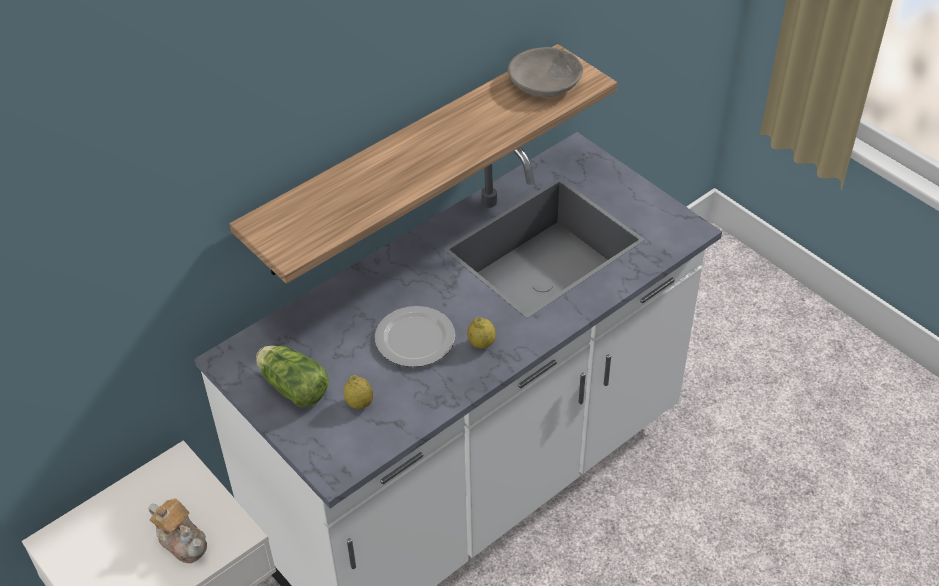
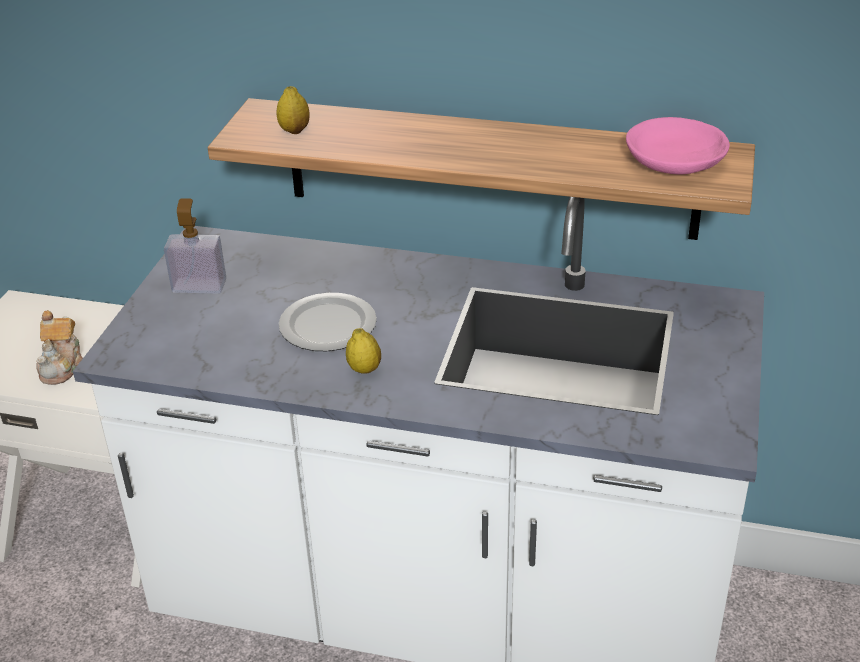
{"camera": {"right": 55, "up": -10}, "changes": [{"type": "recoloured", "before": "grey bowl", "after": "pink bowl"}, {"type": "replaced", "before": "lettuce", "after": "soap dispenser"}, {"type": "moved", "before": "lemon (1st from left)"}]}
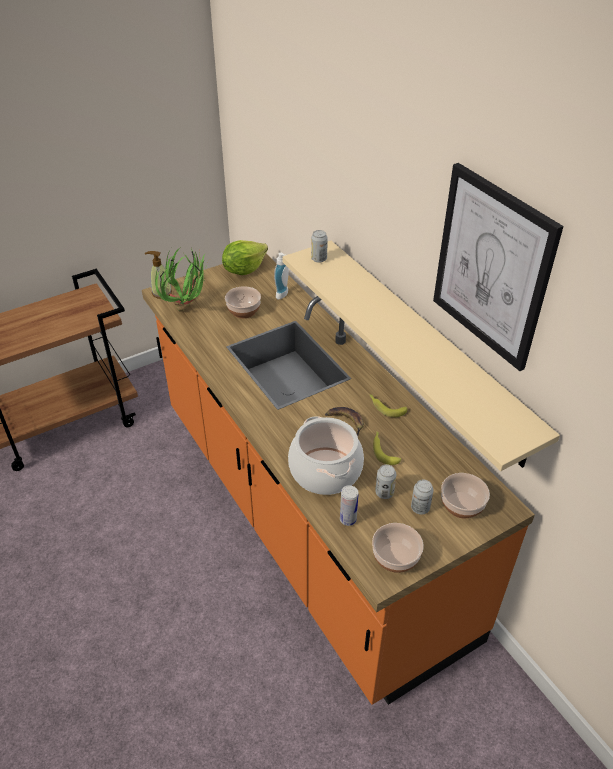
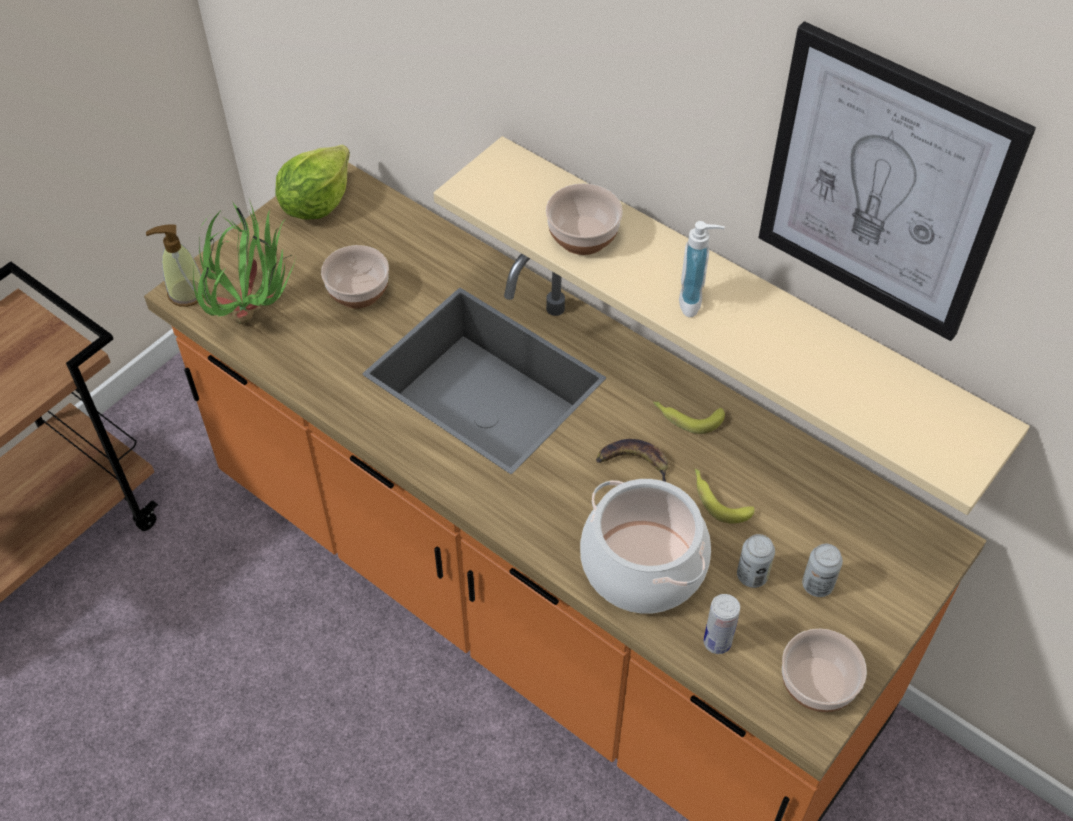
{"camera": {"right": -20, "up": 10}, "changes": [{"type": "removed", "before": "can (1st from left)"}, {"type": "moved", "before": "soap dispenser (2nd from left)"}, {"type": "moved", "before": "bowl (3rd from left in the first image)", "after": "bowl (2nd from left)"}]}
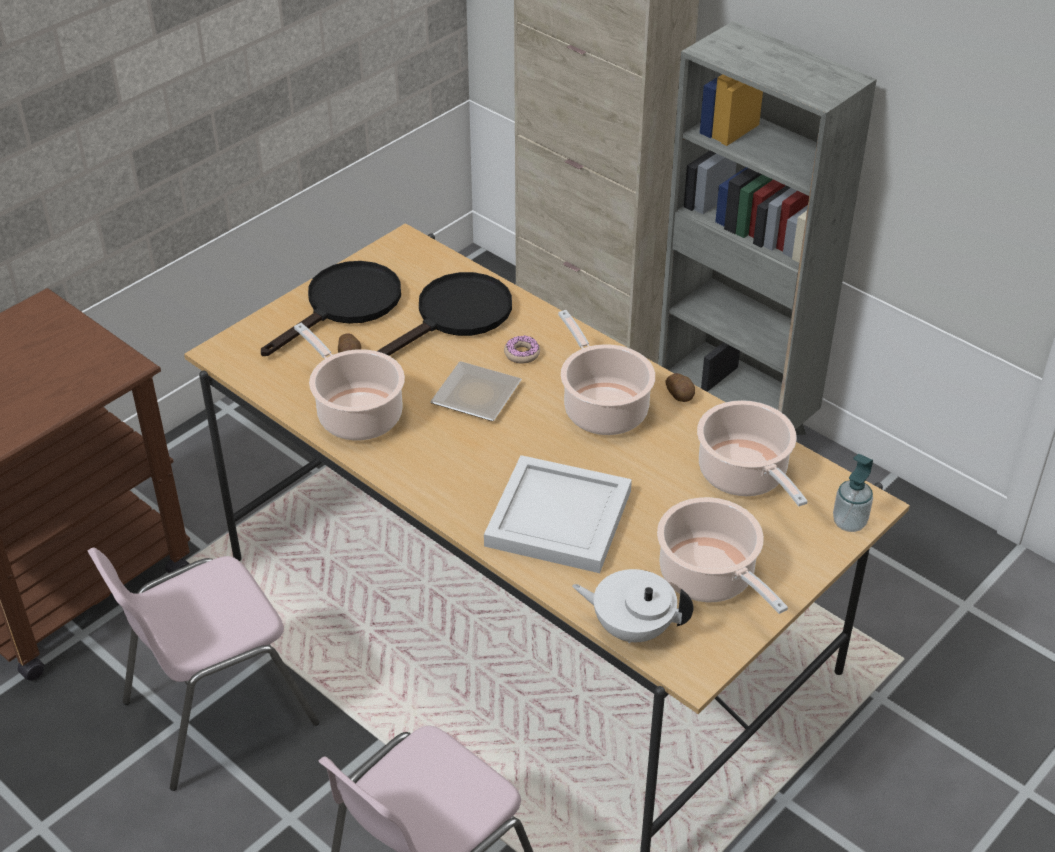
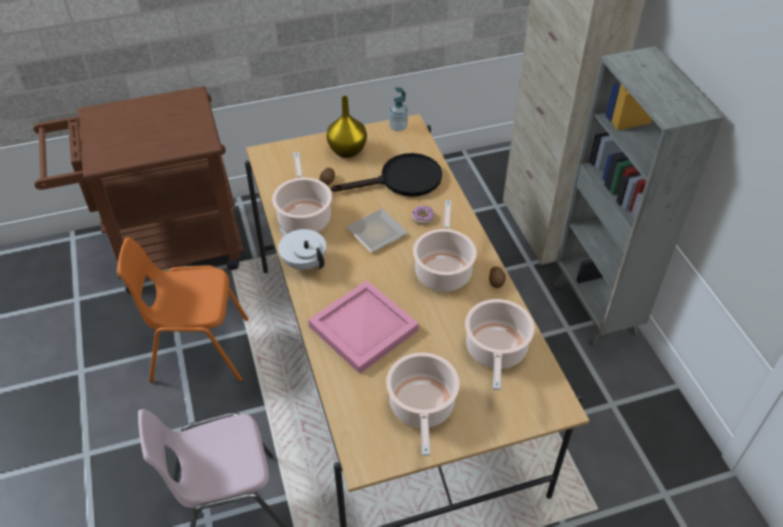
{"camera": {"right": 30, "up": 5}, "changes": [{"type": "replaced", "before": "black frying pan (1st from left)", "after": "yellow vase"}, {"type": "moved", "before": "soap dispenser"}, {"type": "recoloured", "before": "white tray", "after": "pink tray"}, {"type": "recoloured", "before": "pink chair (1st from left)", "after": "orange chair"}, {"type": "moved", "before": "white teapot"}]}
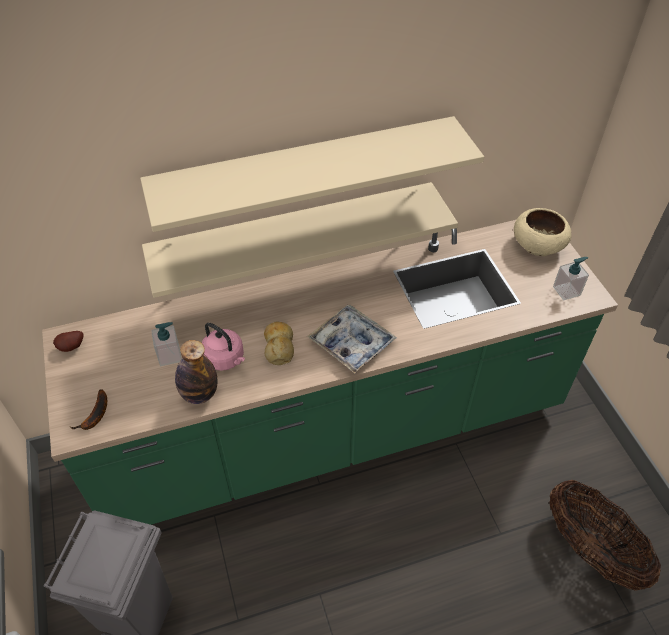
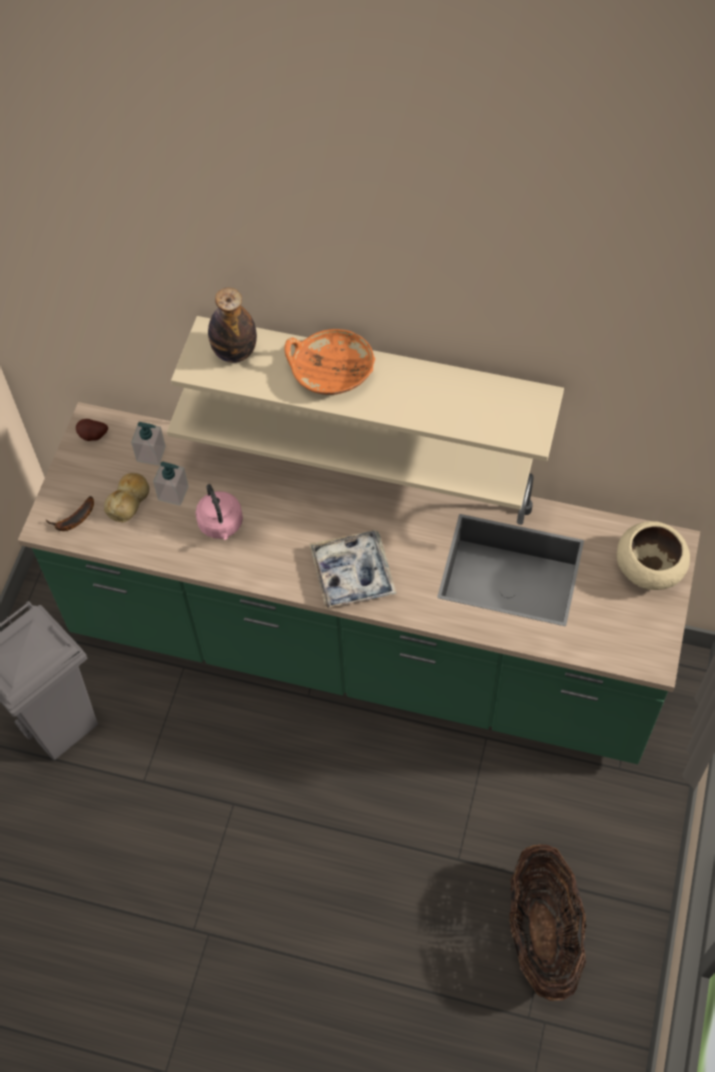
{"camera": {"right": 35, "up": 10}, "changes": [{"type": "moved", "before": "soap dispenser (2nd from left in the first image)", "after": "soap dispenser (1st from left)"}, {"type": "moved", "before": "bread"}, {"type": "moved", "before": "bottle"}, {"type": "added", "after": "orange bowl"}]}
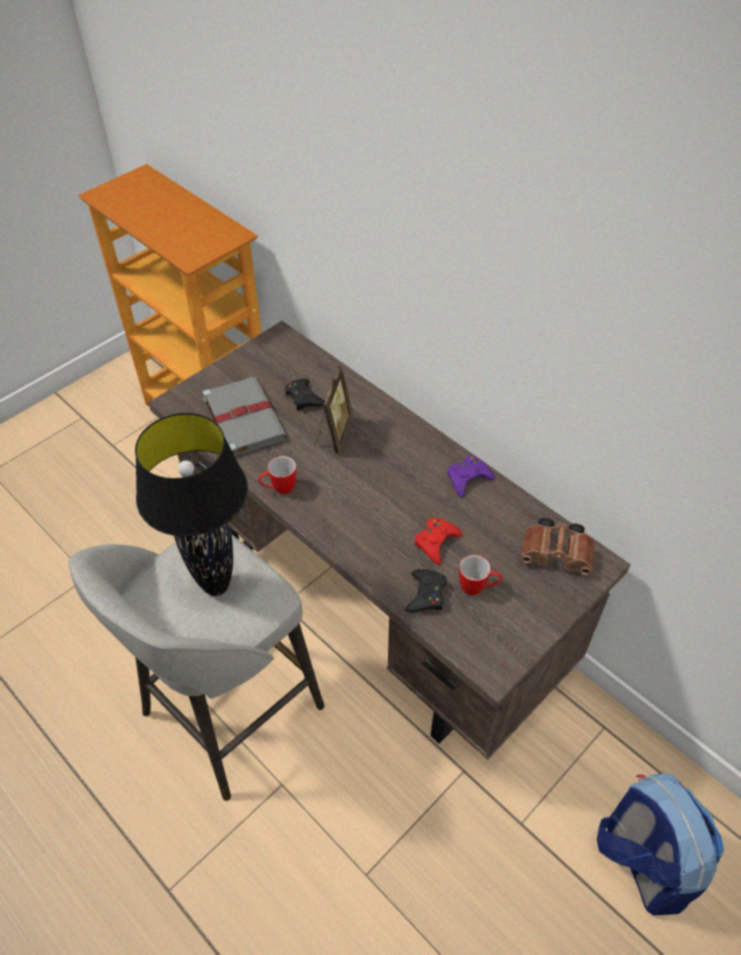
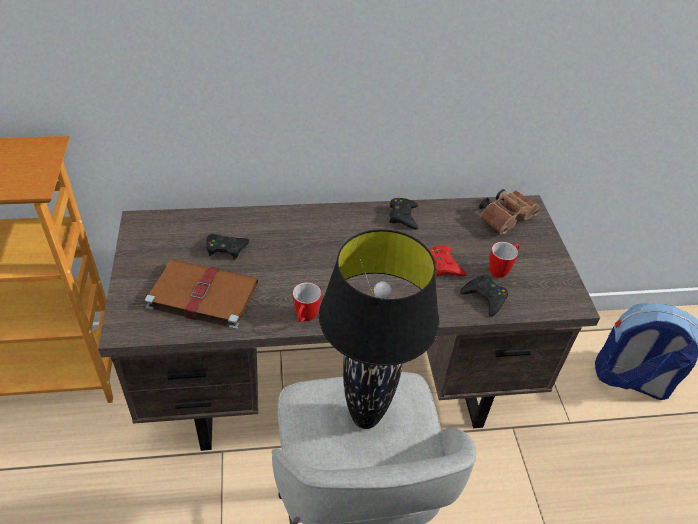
{"camera": {"right": -55, "up": -5}, "changes": [{"type": "removed", "before": "picture frame"}, {"type": "recoloured", "before": "grey book", "after": "brown book"}, {"type": "recoloured", "before": "purple game controller", "after": "black game controller (2nd from left)"}]}
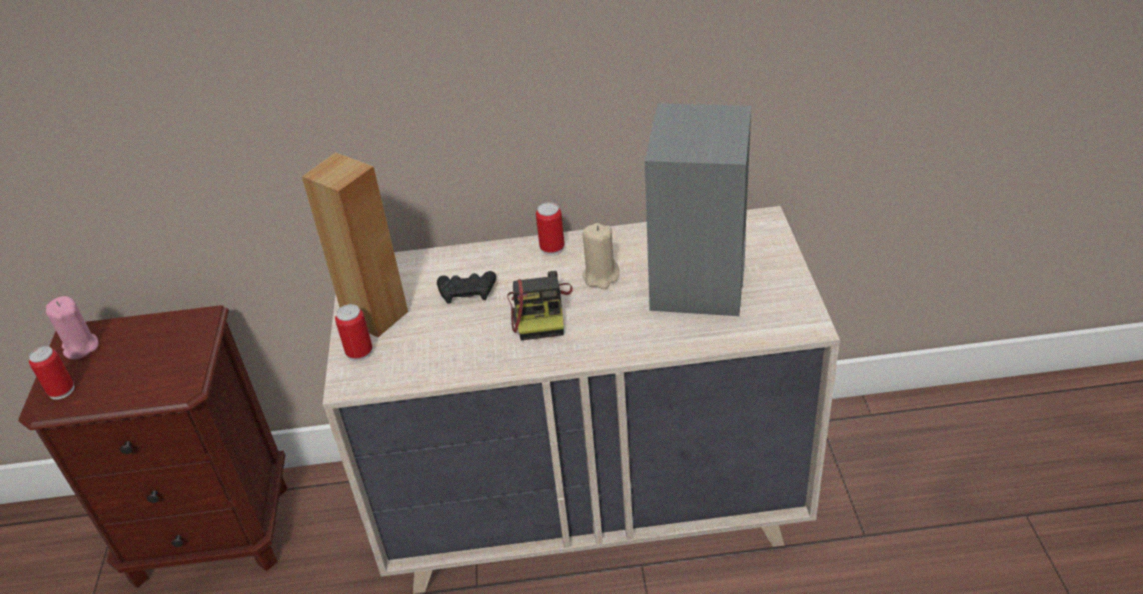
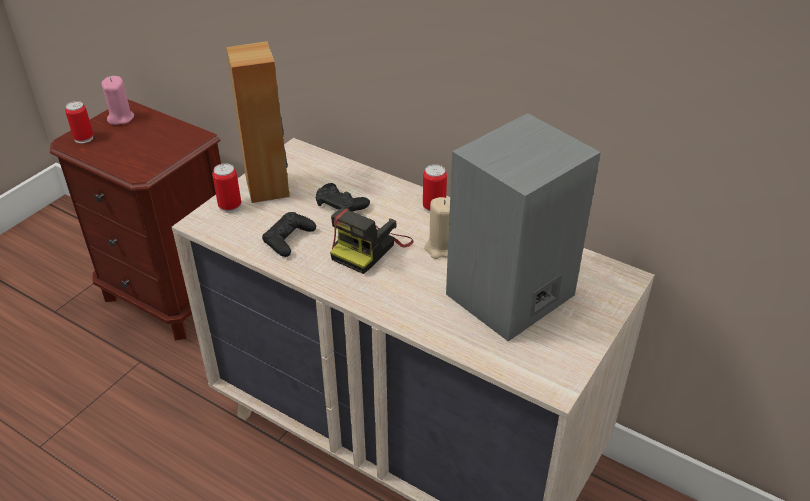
{"camera": {"right": 35, "up": 0}, "changes": [{"type": "added", "after": "black game controller (1st from left)"}]}
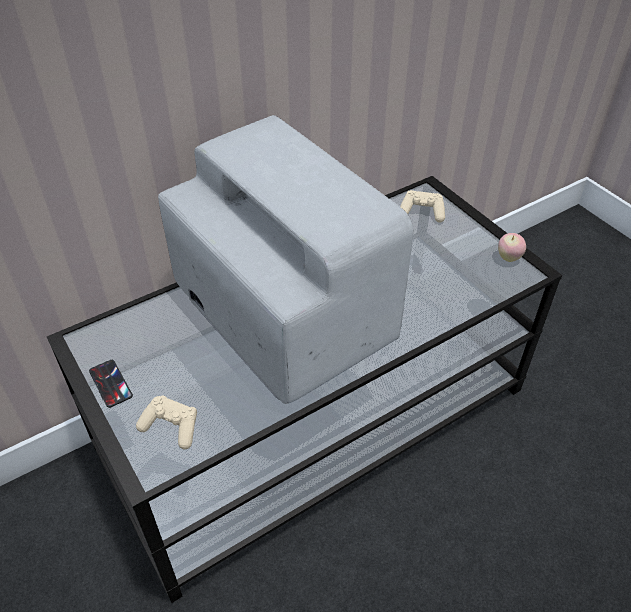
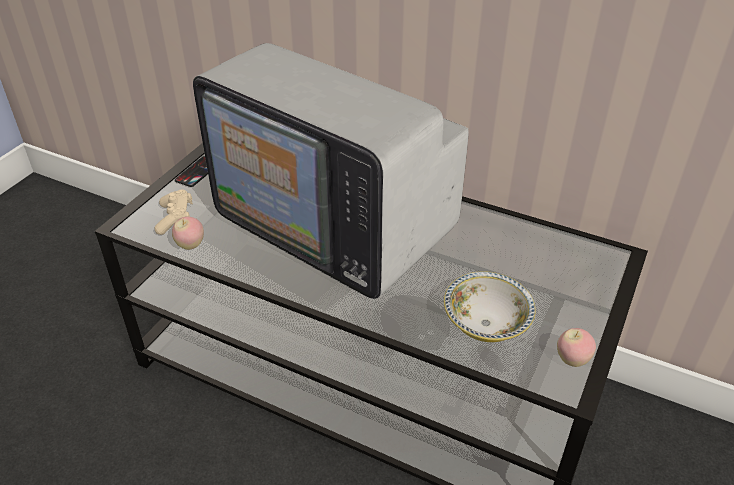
{"camera": {"right": 60, "up": -5}, "changes": [{"type": "turned", "before": "television", "turn": 105}, {"type": "removed", "before": "beige game controller (2nd from left)"}, {"type": "added", "after": "apple (1st from left)"}, {"type": "added", "after": "bowl"}]}
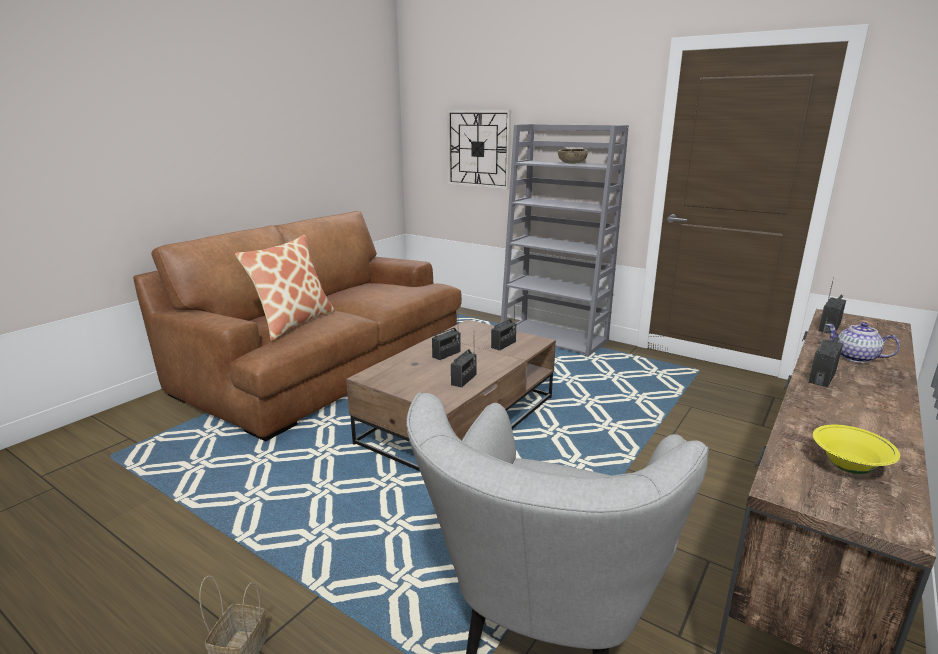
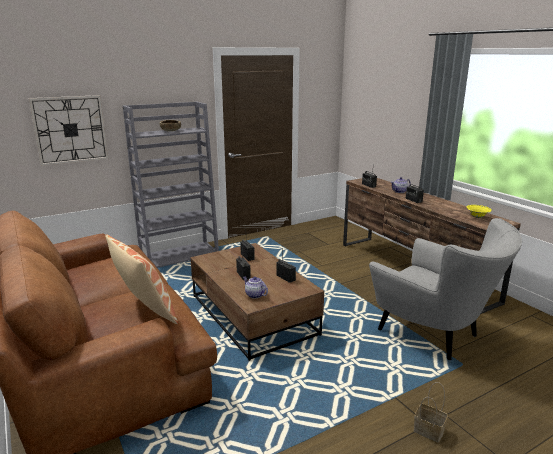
{"camera": {"right": -65, "up": 0}, "changes": [{"type": "added", "after": "teapot (1st from left)"}]}
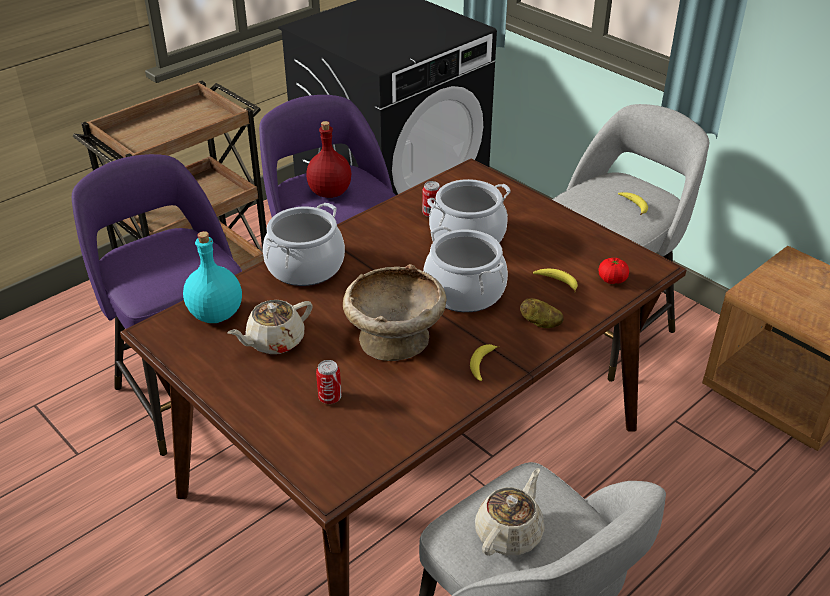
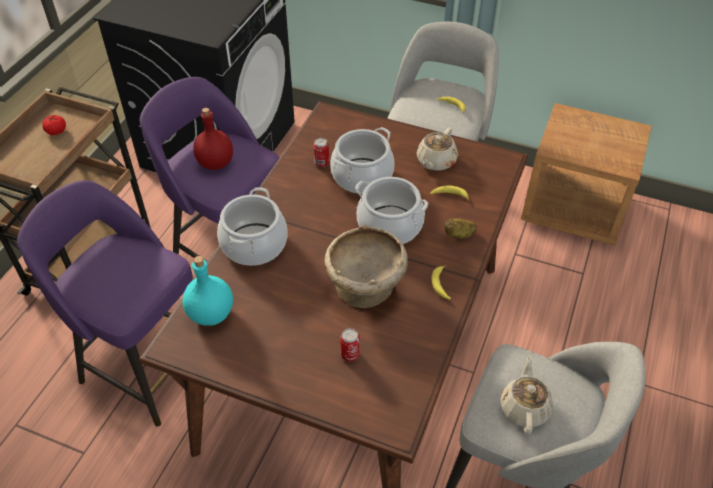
{"camera": {"right": -25, "up": 10}, "changes": [{"type": "moved", "before": "tomato"}, {"type": "moved", "before": "beige teapot (1st from left)"}]}
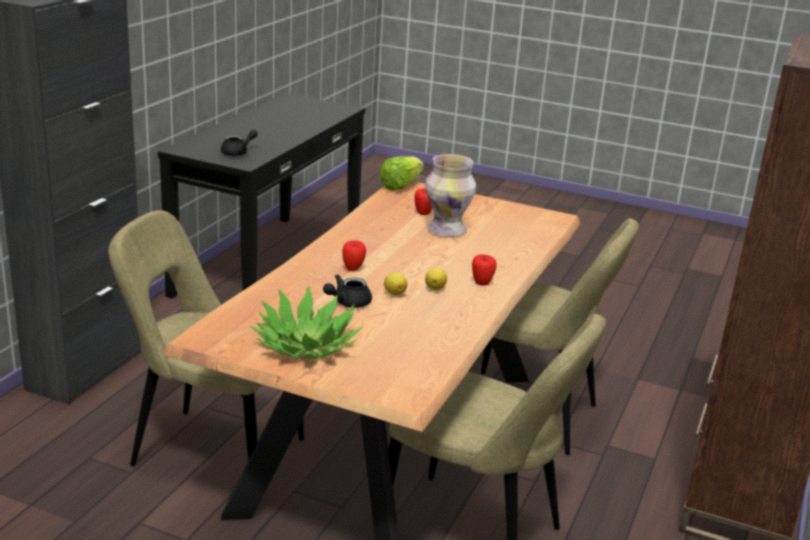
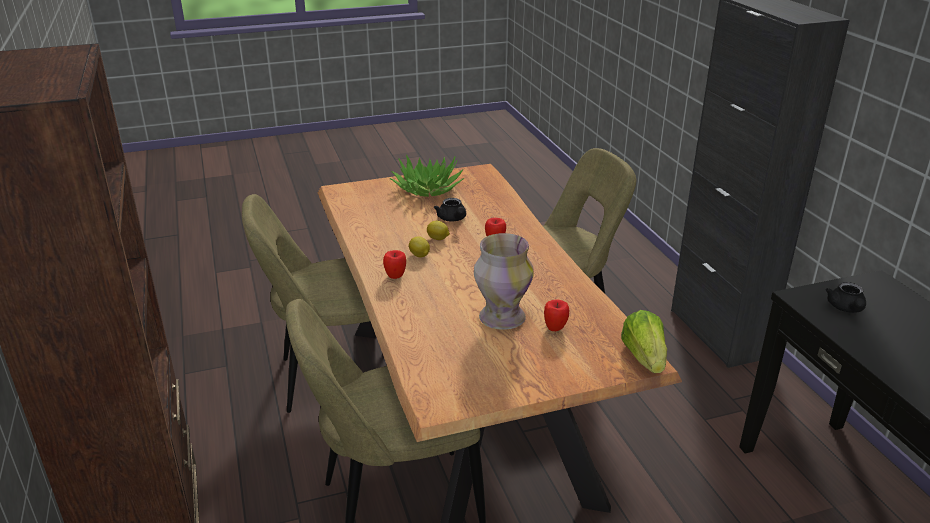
{"camera": {"right": 140, "up": 5}, "changes": [{"type": "turned", "before": "black teapot (2nd from left in the first image)", "turn": 150}]}
